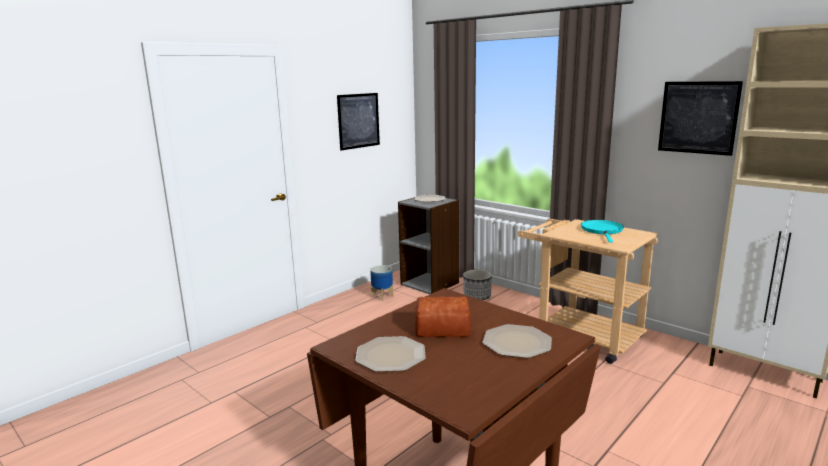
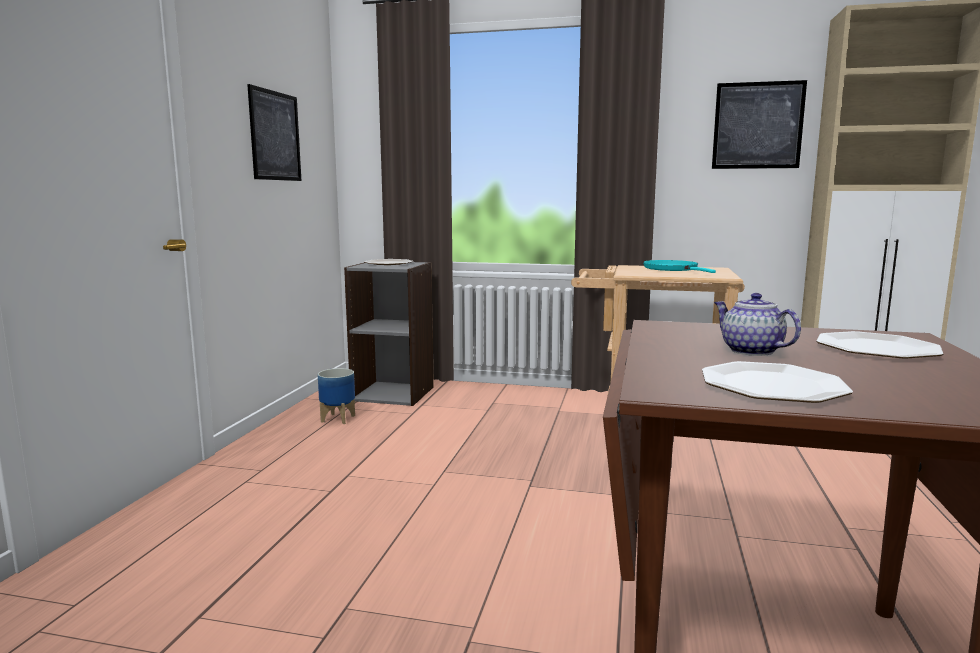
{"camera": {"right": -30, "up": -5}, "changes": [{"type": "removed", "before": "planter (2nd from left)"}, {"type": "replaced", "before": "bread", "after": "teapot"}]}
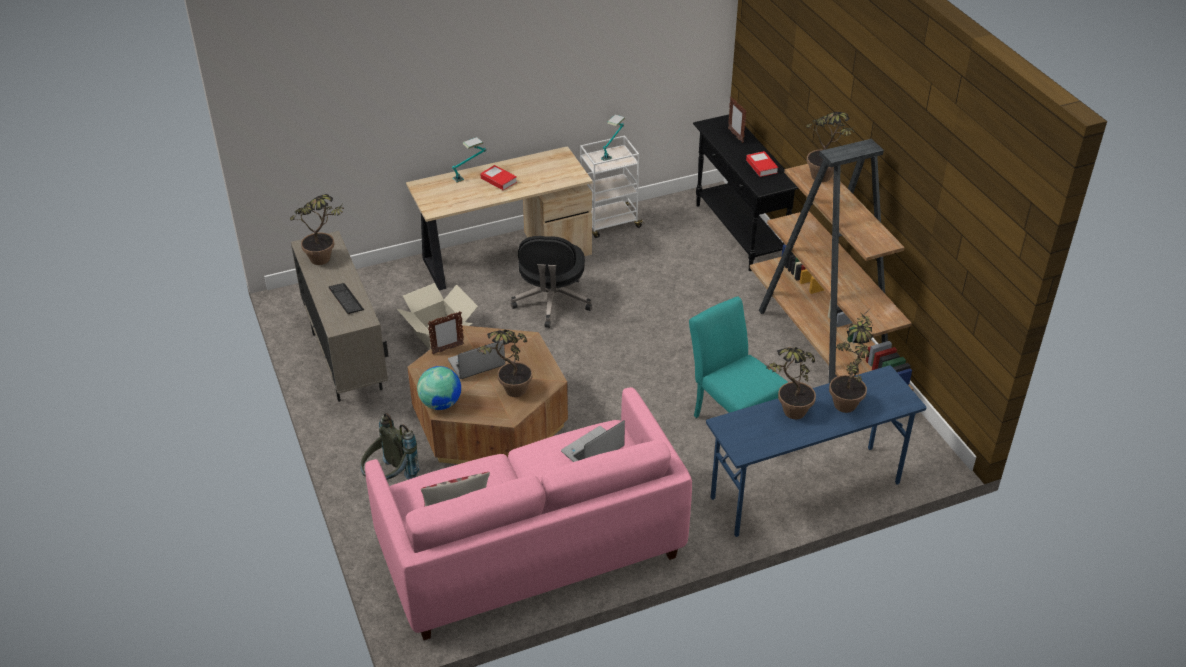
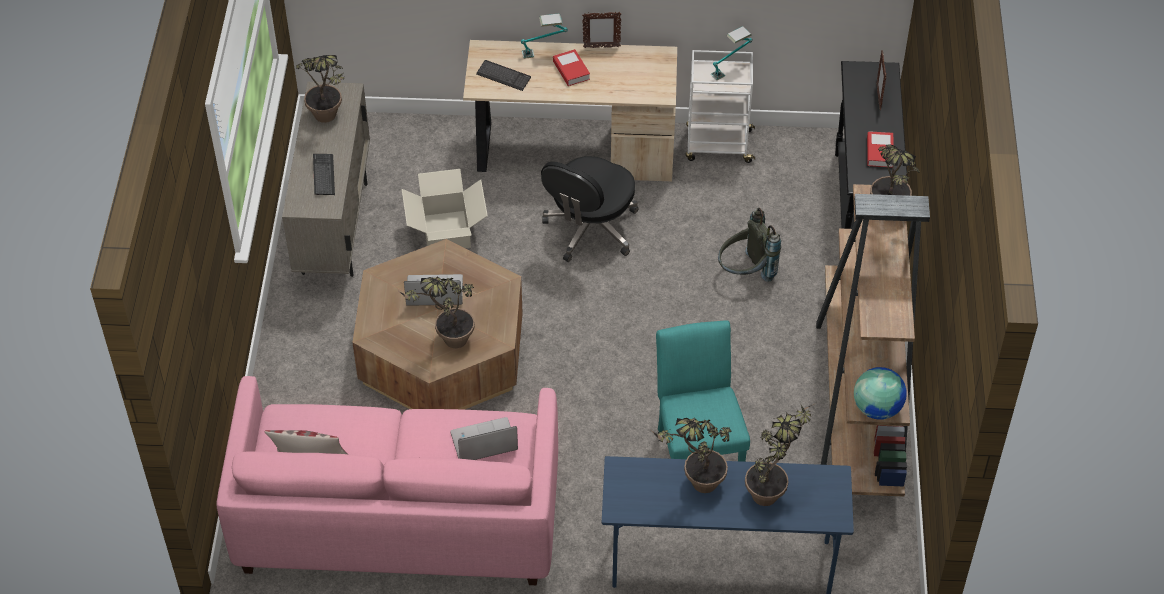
{"camera": {"right": 25, "up": 10}, "changes": [{"type": "moved", "before": "picture frame (1st from left)"}, {"type": "moved", "before": "globe"}, {"type": "moved", "before": "grey backpack"}, {"type": "added", "after": "keyboard (2nd from left)"}]}
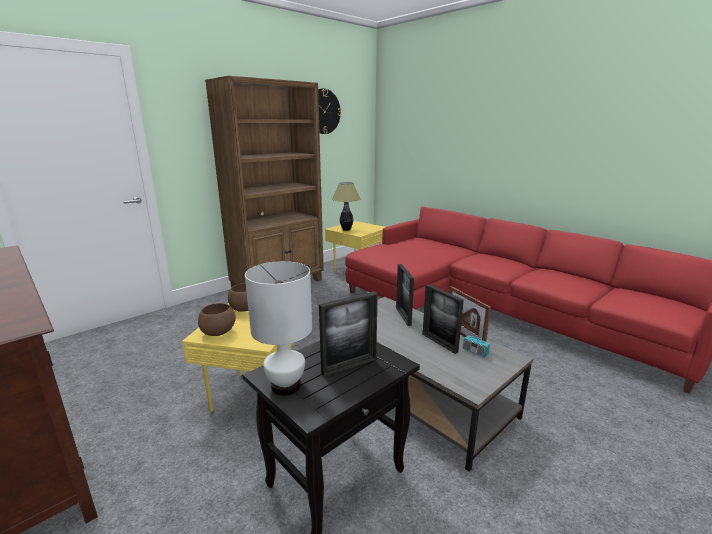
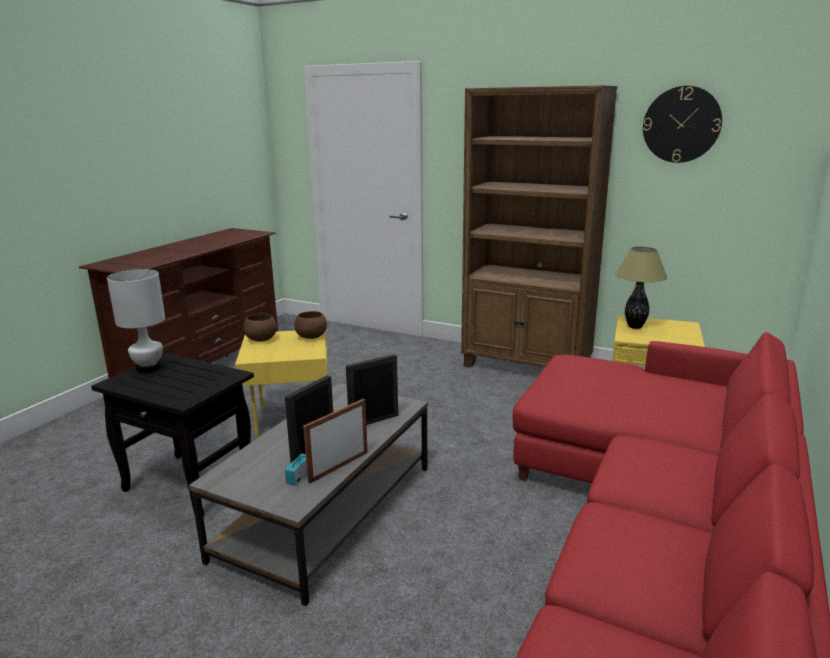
{"camera": {"right": 70, "up": 0}, "changes": [{"type": "removed", "before": "picture frame (1st from left)"}]}
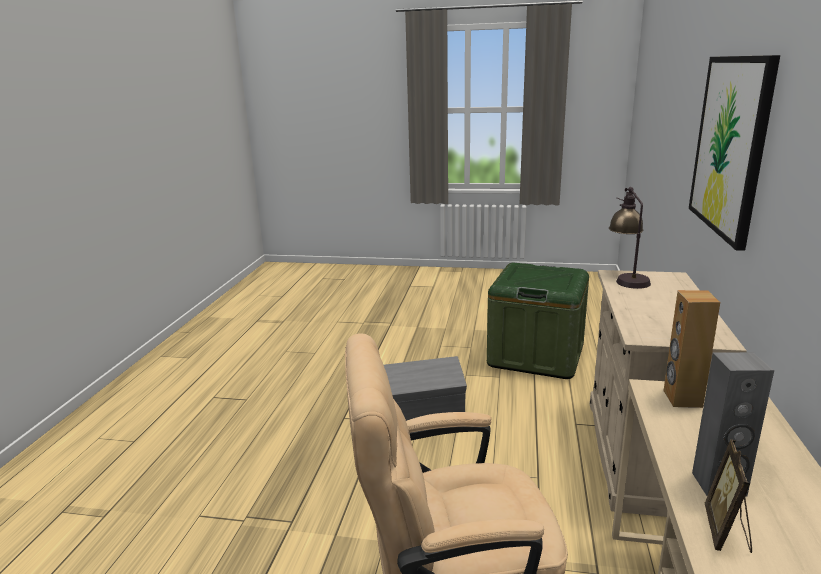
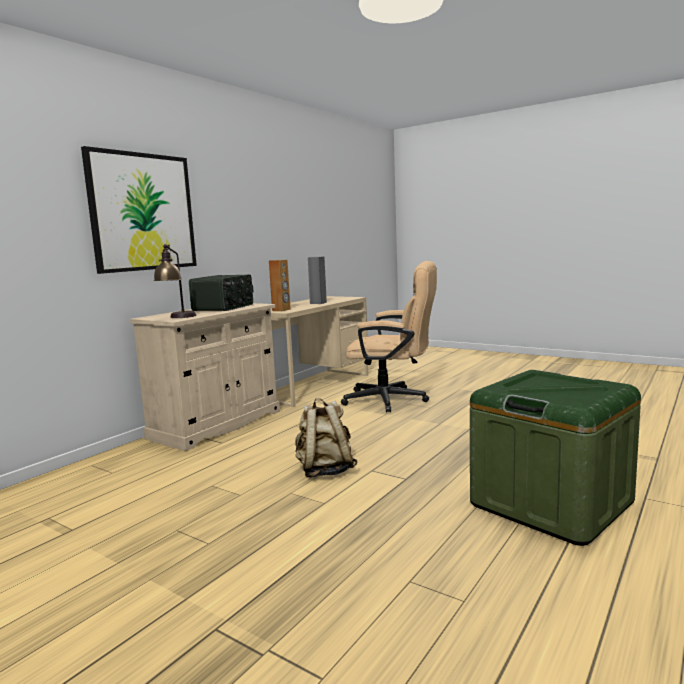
{"camera": {"right": -155, "up": -10}, "changes": [{"type": "moved", "before": "green storage box"}, {"type": "replaced", "before": "grey storage box", "after": "beige backpack"}, {"type": "removed", "before": "picture frame"}, {"type": "added", "after": "radio"}]}
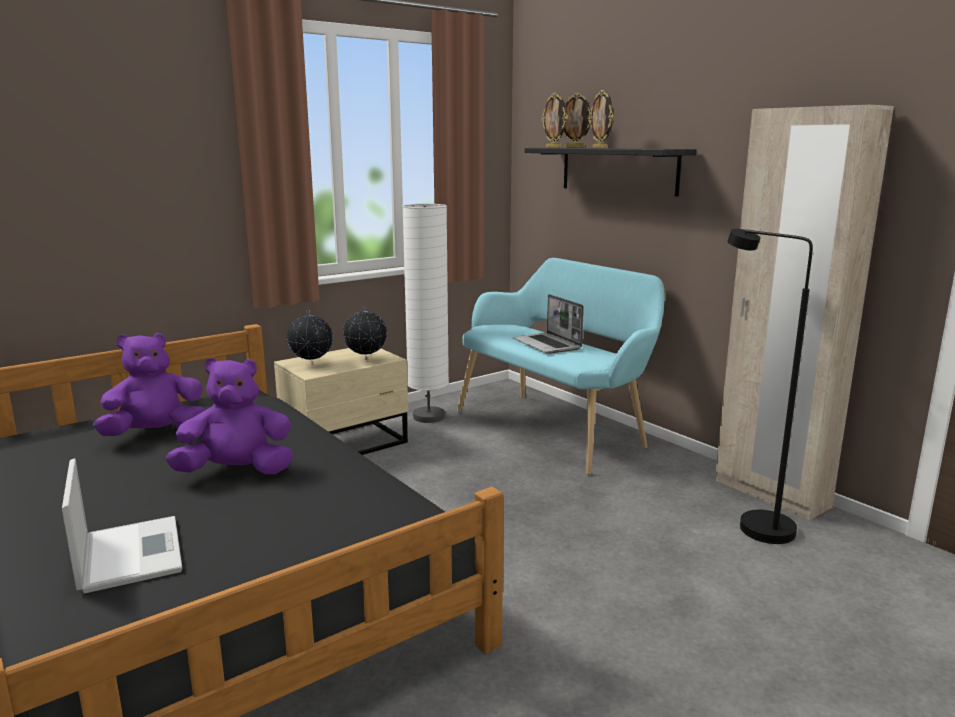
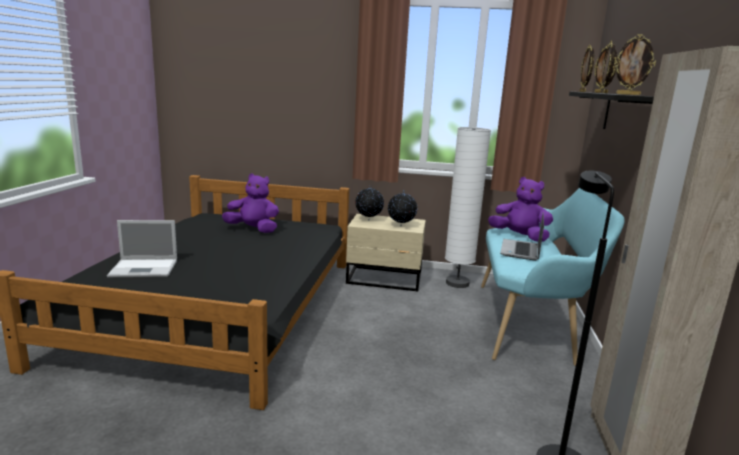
{"camera": {"right": 45, "up": 0}, "changes": [{"type": "moved", "before": "purple plush toy (2nd from left)"}, {"type": "turned", "before": "laptop (1st from left)", "turn": 60}, {"type": "added", "after": "picture frame (4th from left)"}]}
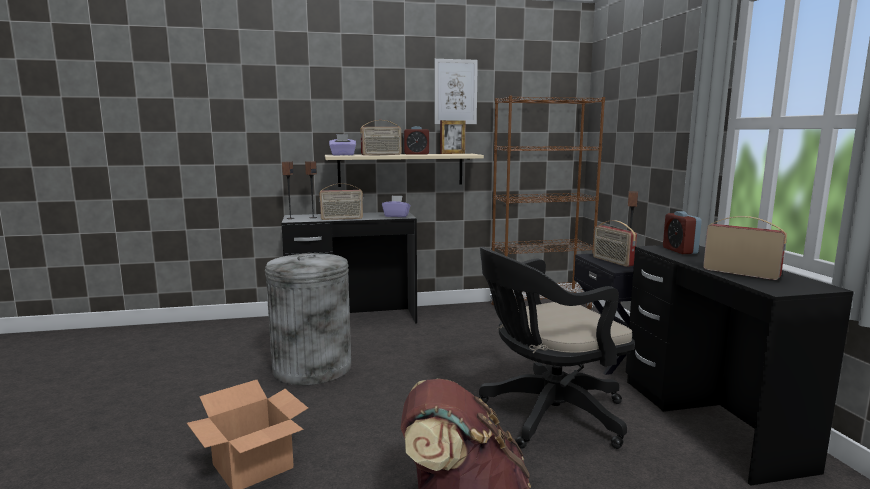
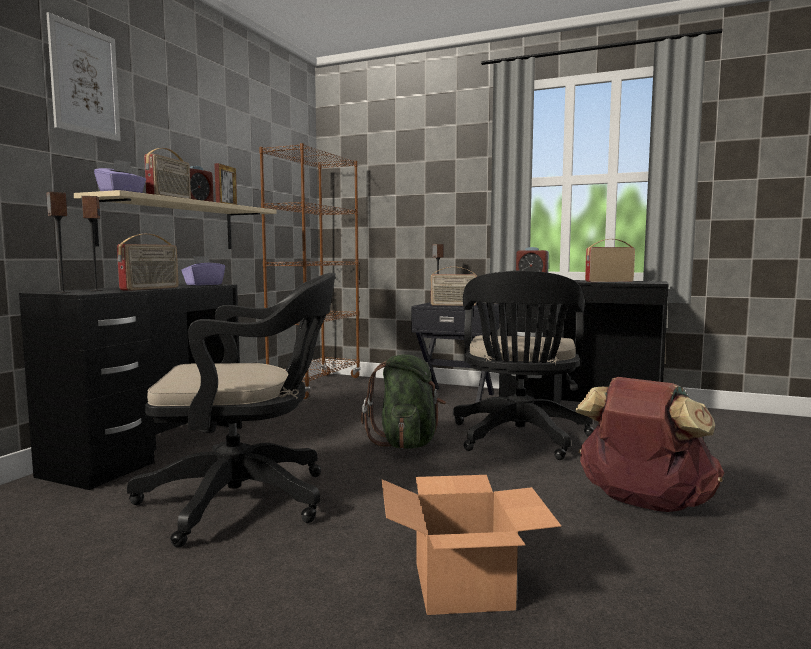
{"camera": {"right": -55, "up": -5}, "changes": [{"type": "moved", "before": "picture"}, {"type": "replaced", "before": "grey trash can", "after": "black office chair (1st from left)"}, {"type": "added", "after": "green backpack"}]}
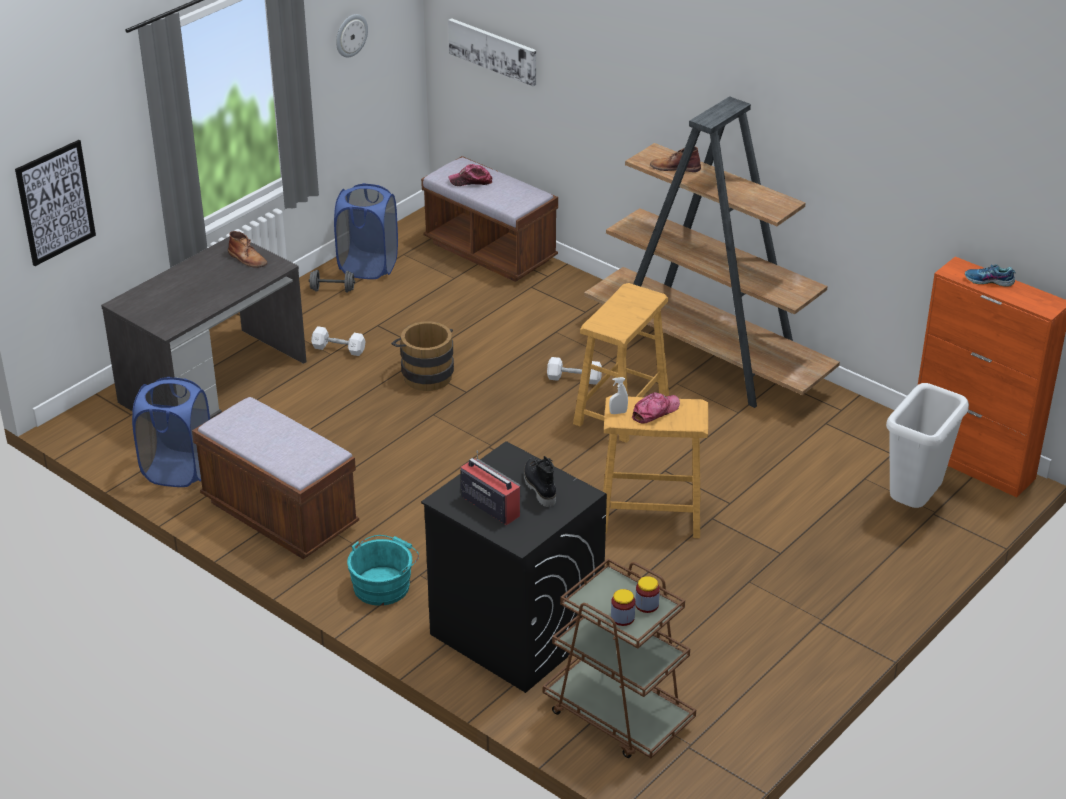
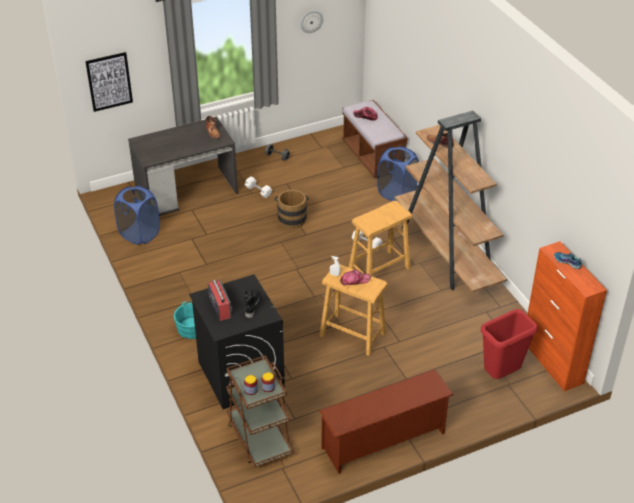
{"camera": {"right": 25, "up": 5}, "changes": [{"type": "removed", "before": "picture (2nd from left)"}, {"type": "moved", "before": "blue laundry basket (2nd from left)"}, {"type": "recoloured", "before": "white trash can", "after": "red trash can"}, {"type": "removed", "before": "brown bench (1st from left)"}, {"type": "added", "after": "brown shoe rack"}]}
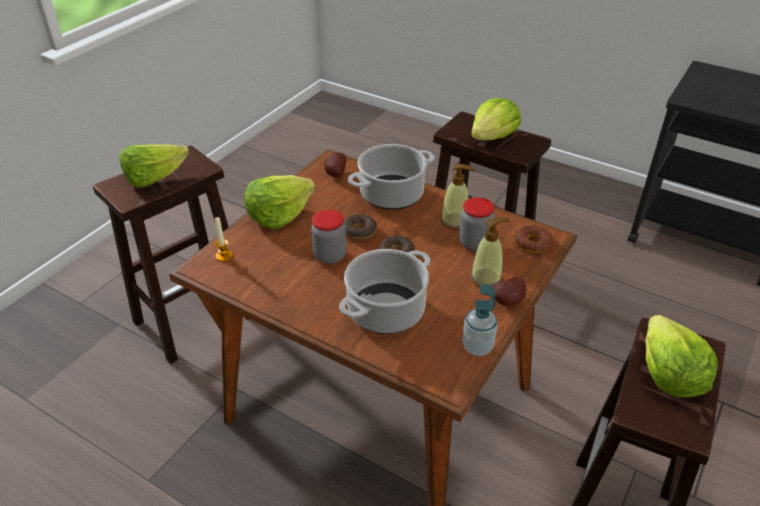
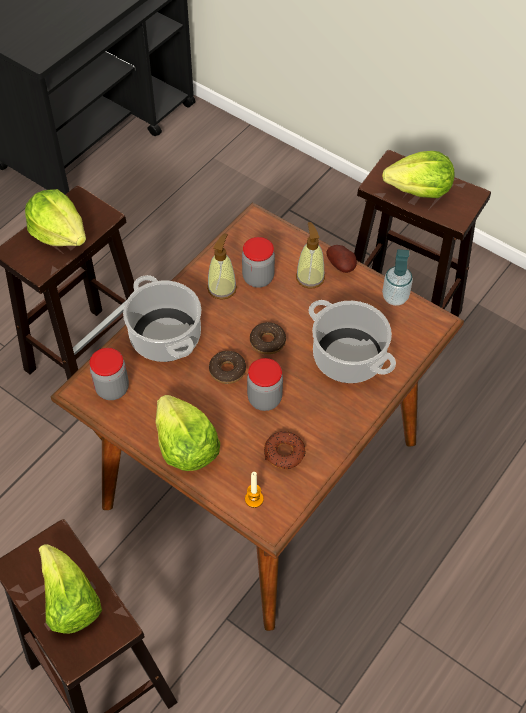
{"camera": {"right": -85, "up": 15}, "changes": [{"type": "replaced", "before": "potato (1st from left)", "after": "jar (1st from left)"}, {"type": "moved", "before": "donut (3rd from left)"}]}
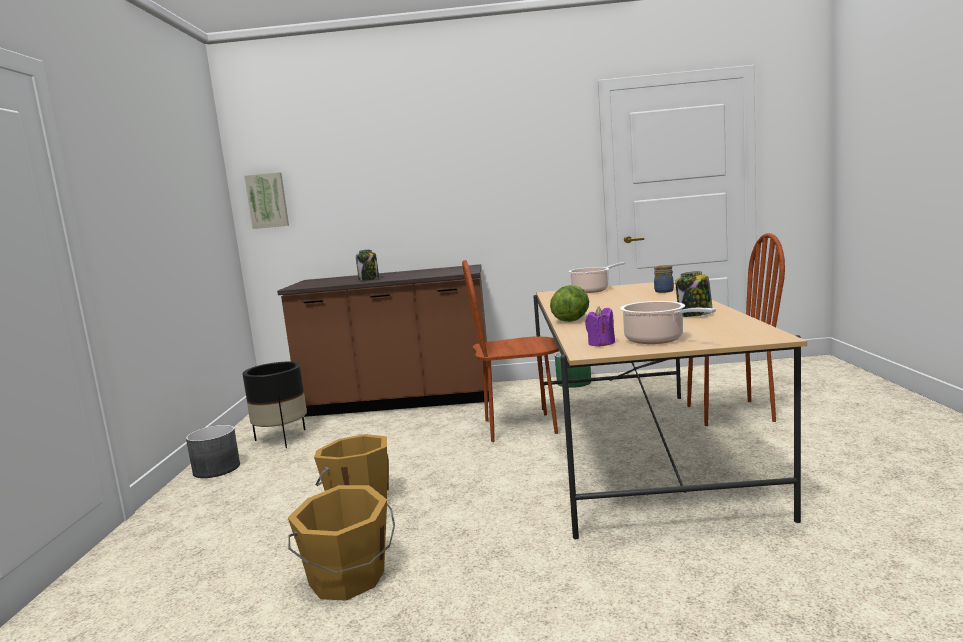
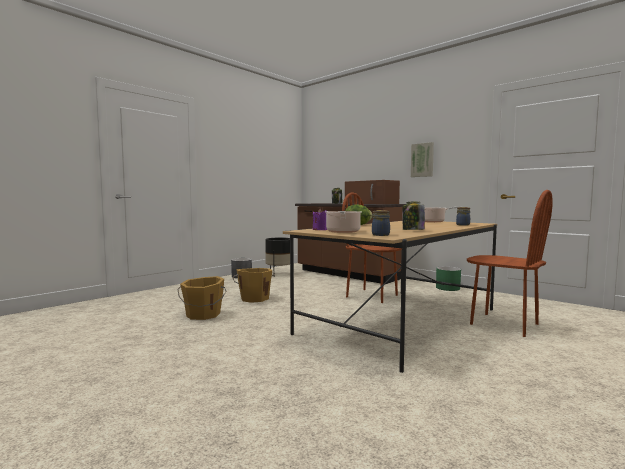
{"camera": {"right": 40, "up": -5}, "changes": [{"type": "moved", "before": "picture"}, {"type": "added", "after": "brown microwave"}, {"type": "added", "after": "jar (2nd from left)"}]}
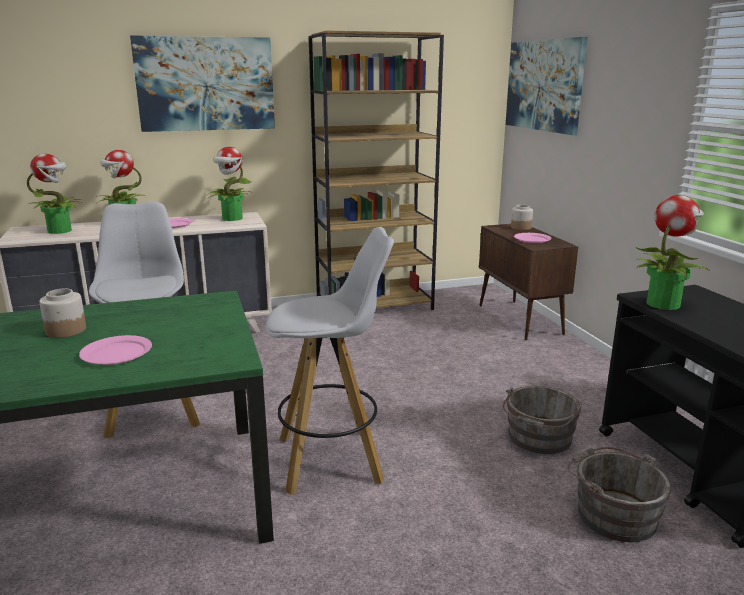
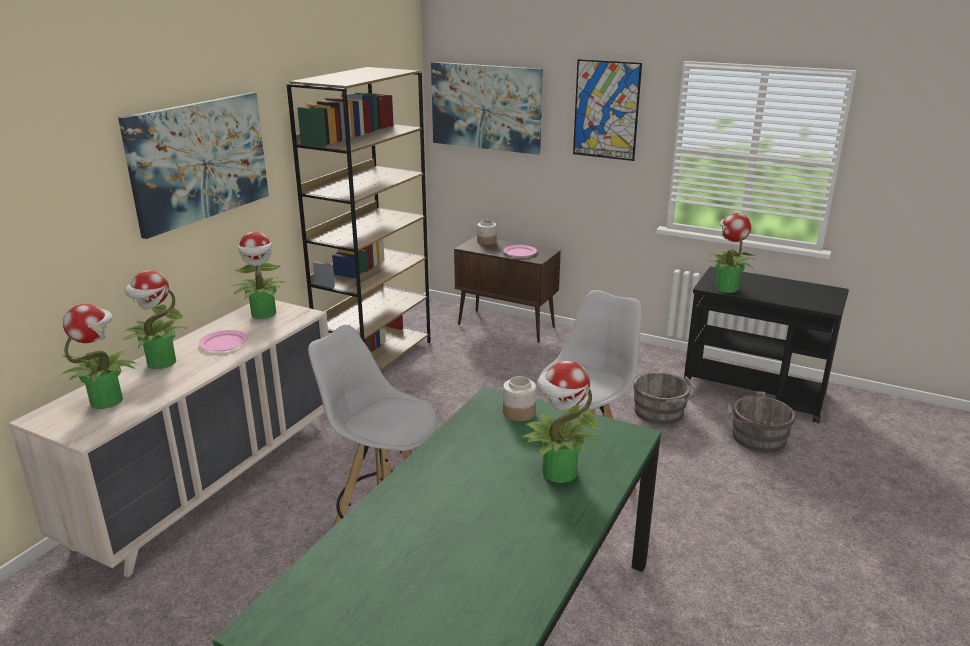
{"camera": {"right": -45, "up": 5}, "changes": [{"type": "moved", "before": "jar (1st from left in the first image)", "after": "jar (2nd from left)"}, {"type": "replaced", "before": "pink plate (1st from left)", "after": "potted plant (4th from left)"}, {"type": "added", "after": "picture (3rd from left)"}]}
